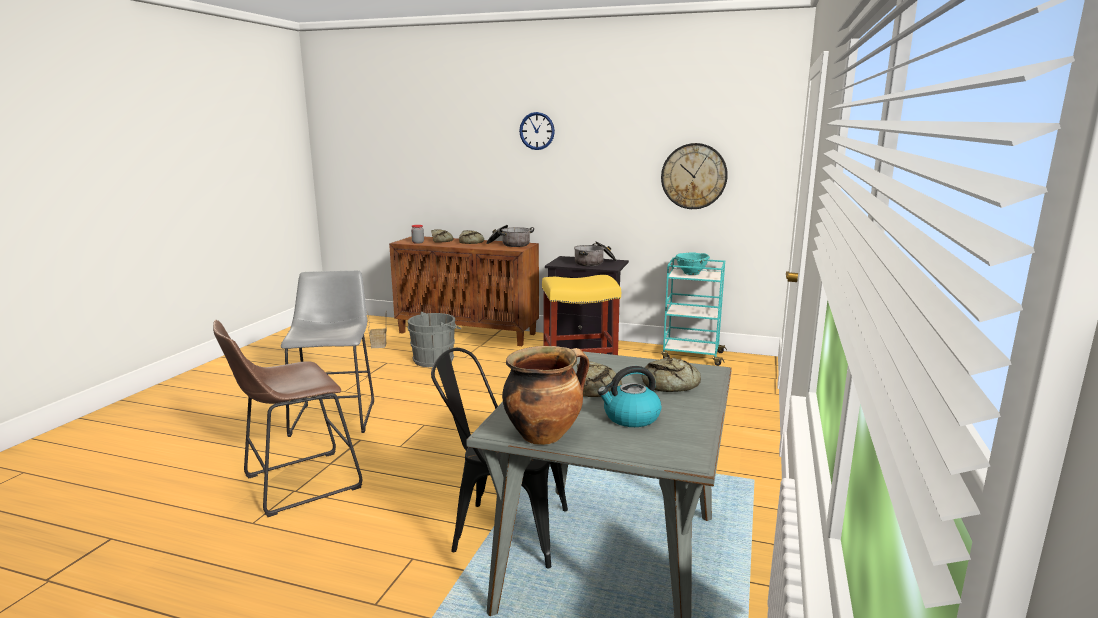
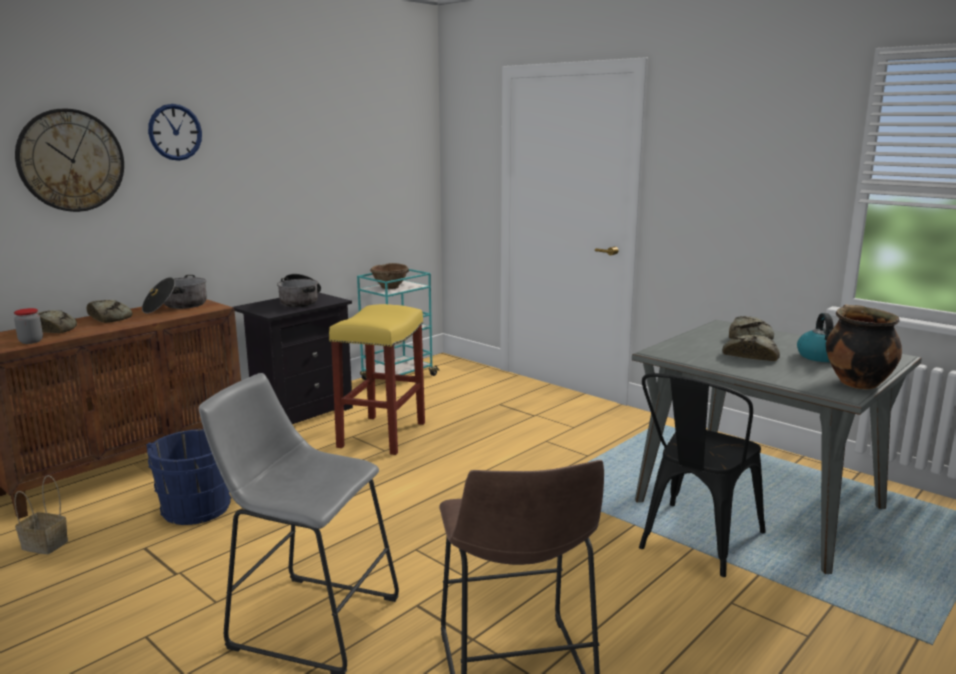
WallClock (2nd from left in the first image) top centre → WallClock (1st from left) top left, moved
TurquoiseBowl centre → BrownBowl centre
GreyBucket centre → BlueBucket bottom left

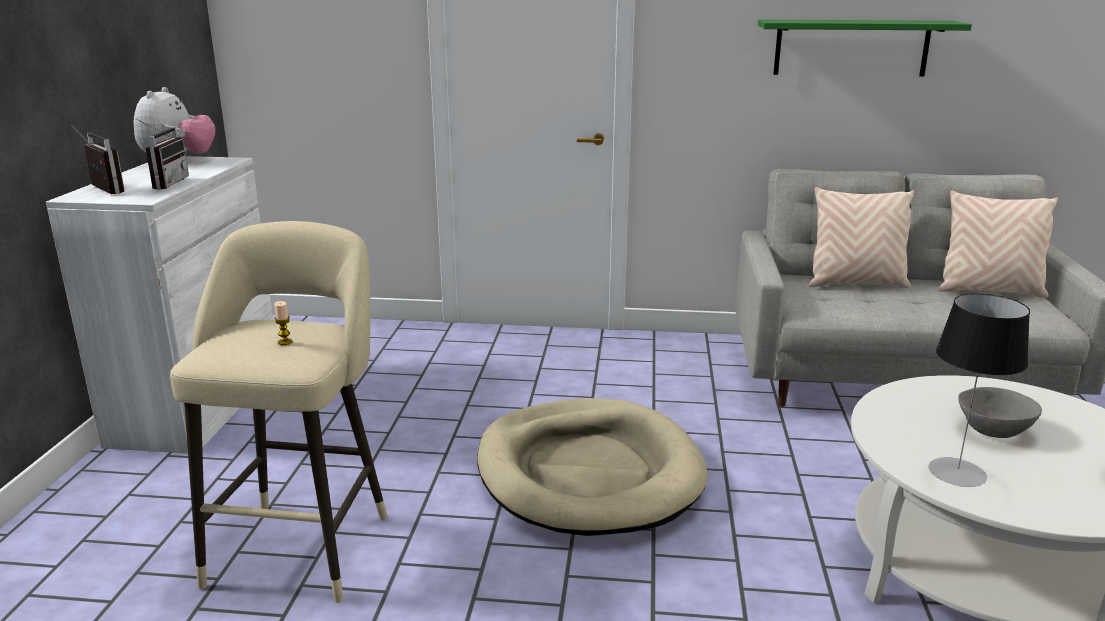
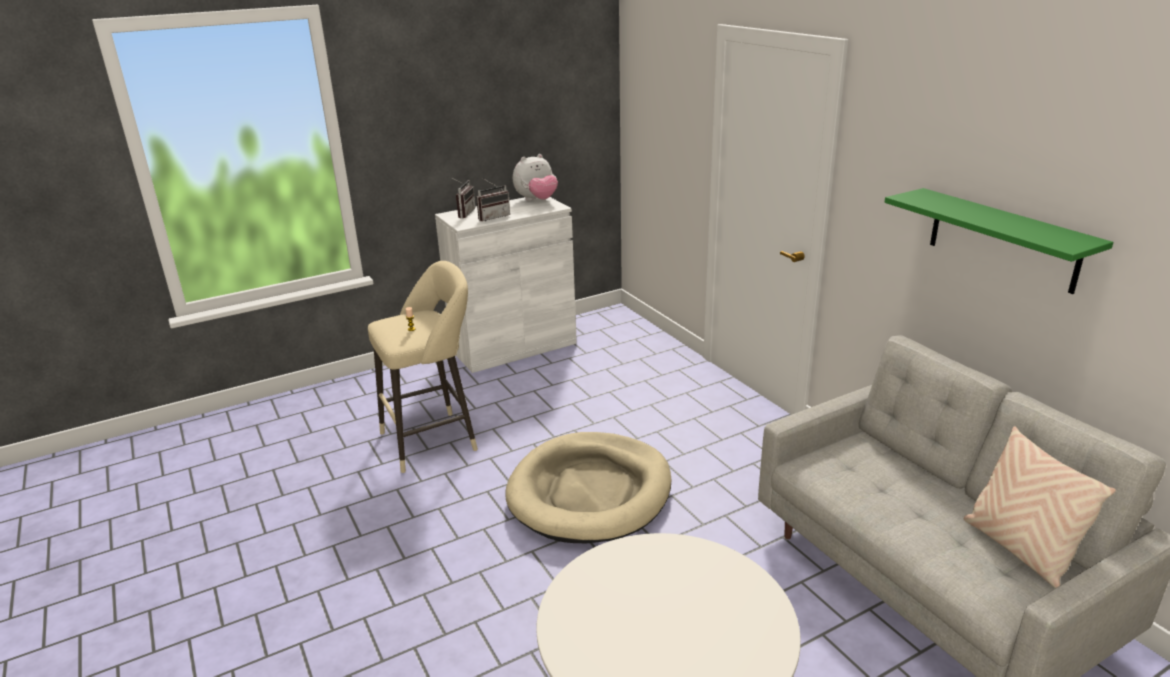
BeigePillow (1st from left) middle right → -
TableLamp middle right → -
GreyBowl middle right → -

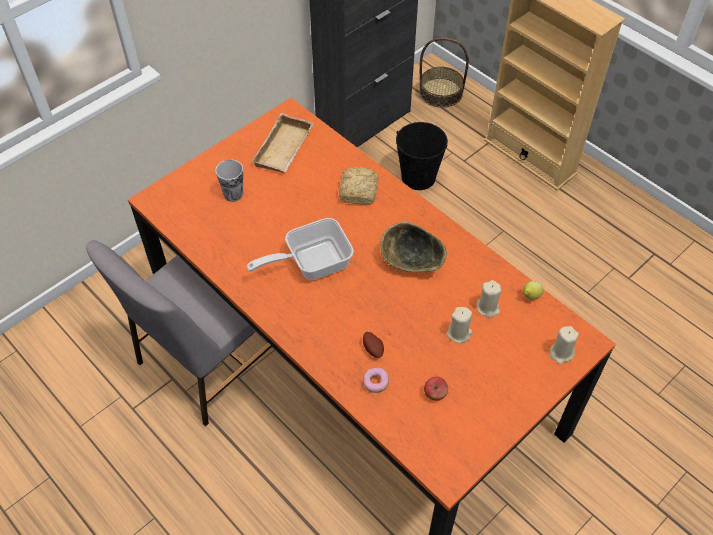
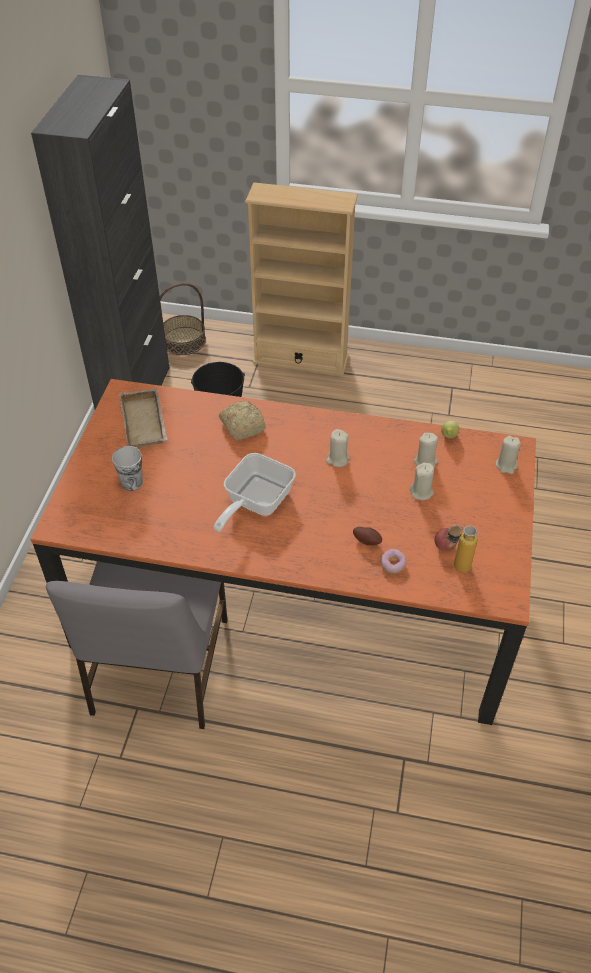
Bowl centre → BeigeCandle (1st from left) centre
- → Bottle middle right

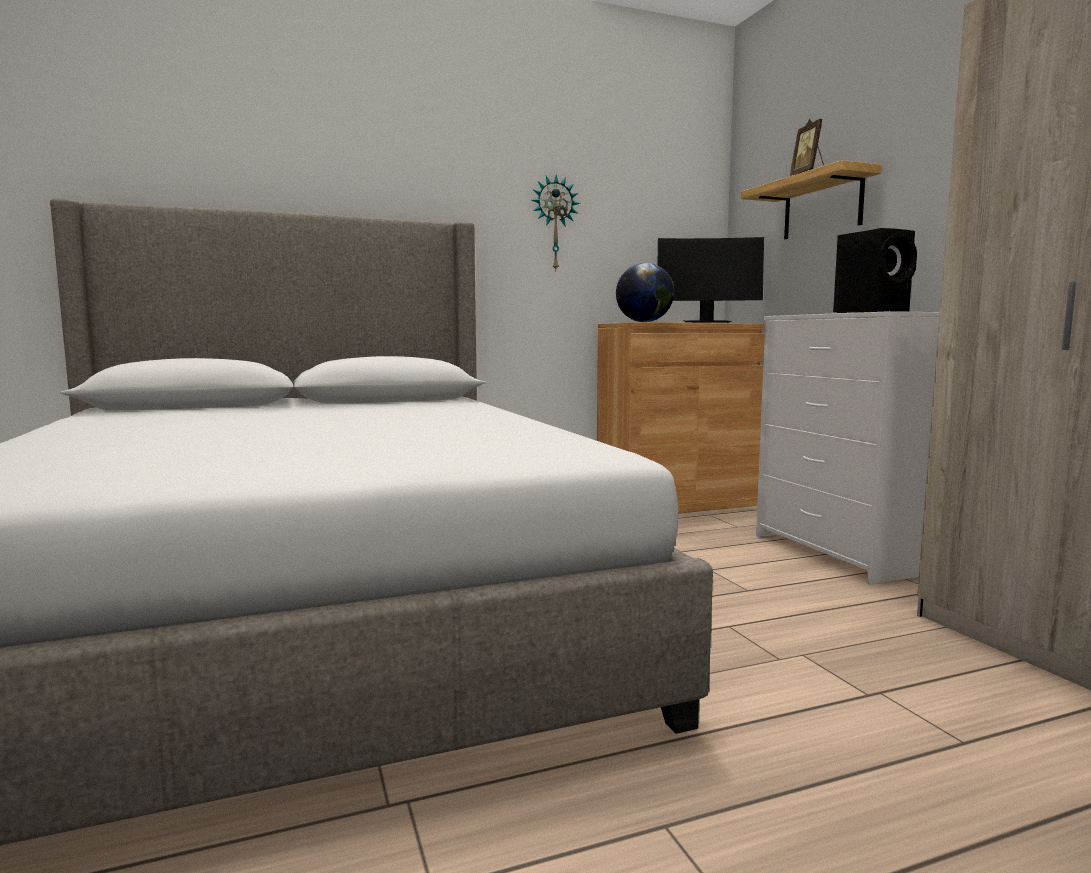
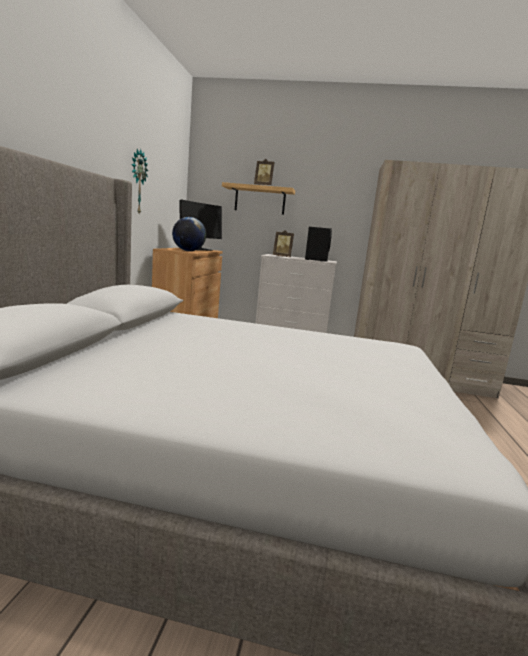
- → PictureFrame (2nd from left) centre

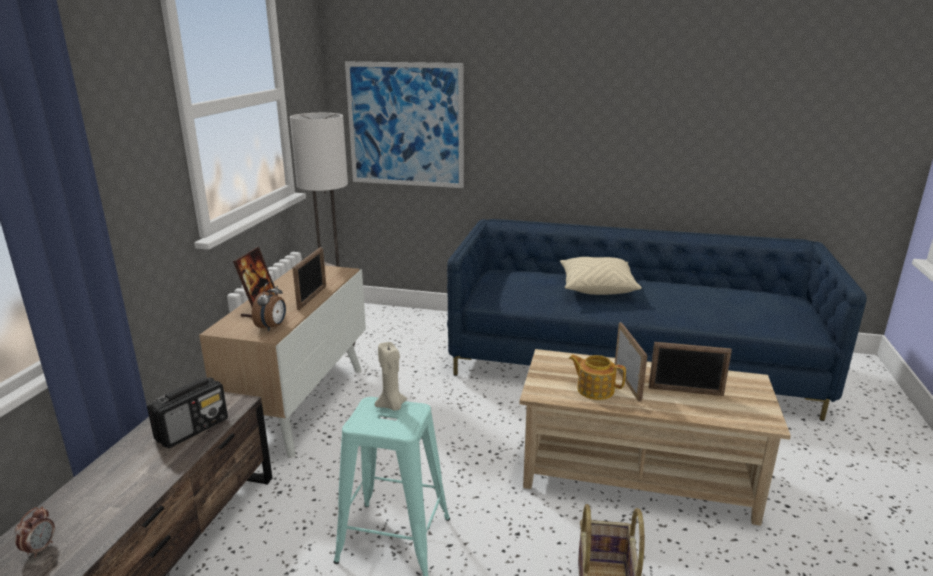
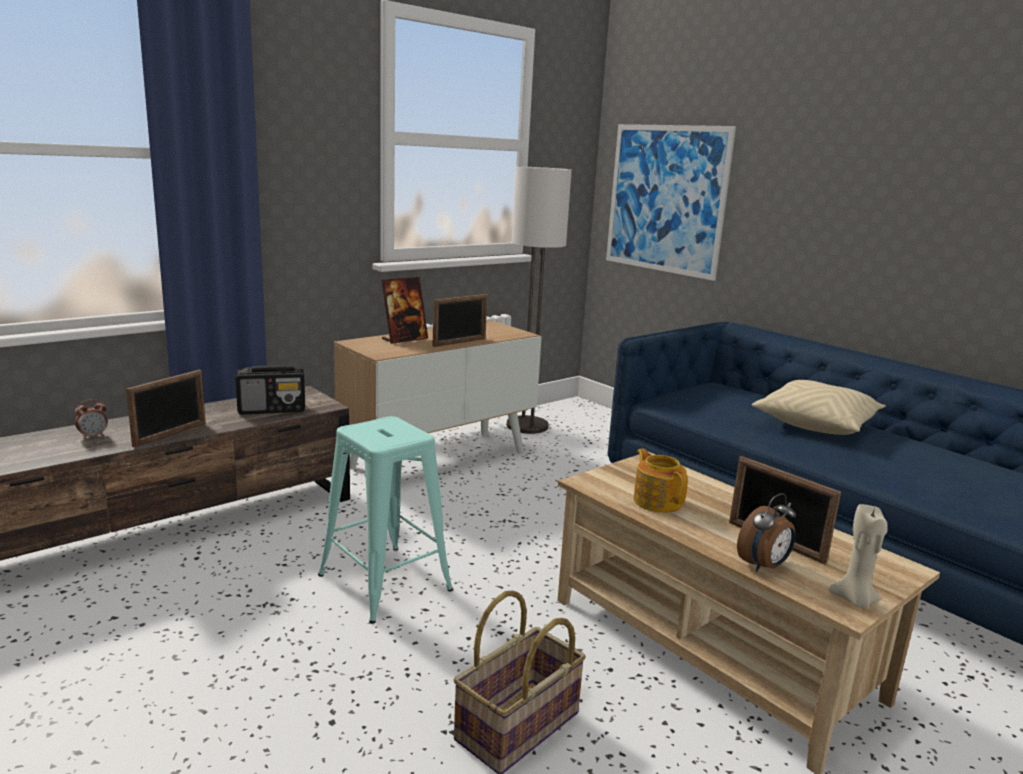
AlarmClock (2nd from left) middle left → AlarmClock (2nd from left) bottom right, moved
PictureFrame (3rd from left in the first image) middle right → PictureFrame (1st from left) middle left, moved
BeigeCandle centre → BeigeCandle bottom right, moved

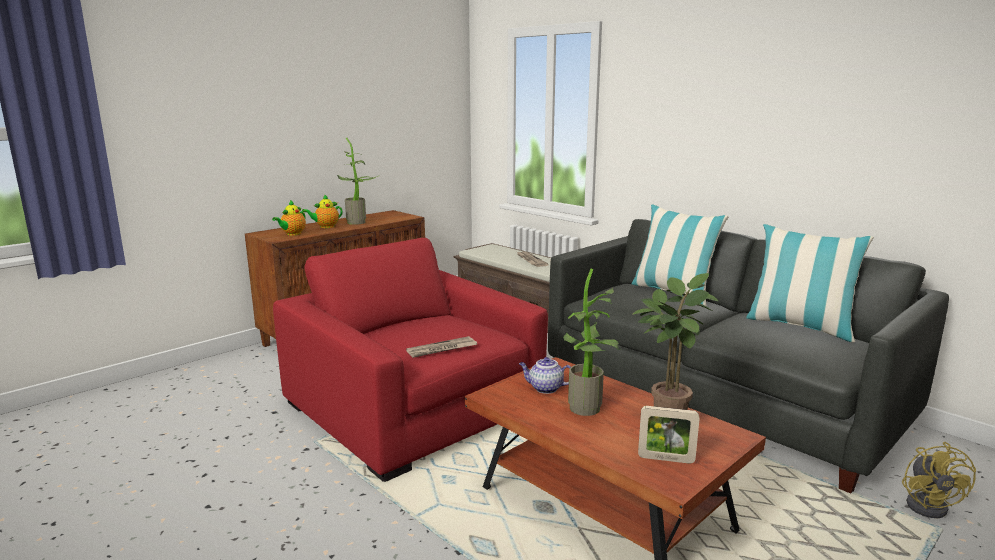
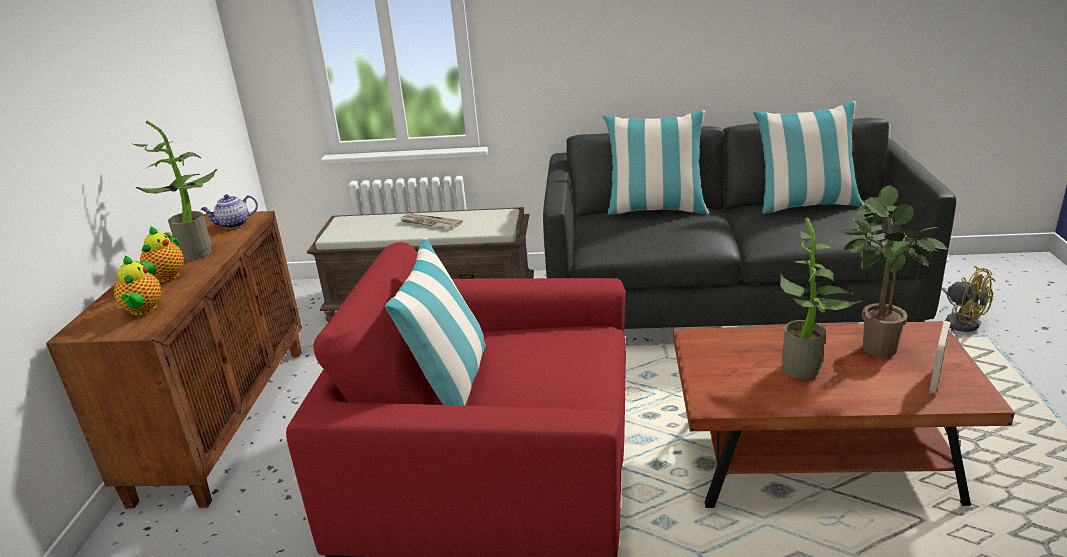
Newspaper (1st from left) centre → -
Teapot (3rd from left) bottom centre → Teapot (3rd from left) middle left, moved
PictureFrame bottom right → PictureFrame middle right, 150 degrees clockwise
- → Pillow (1st from left) centre

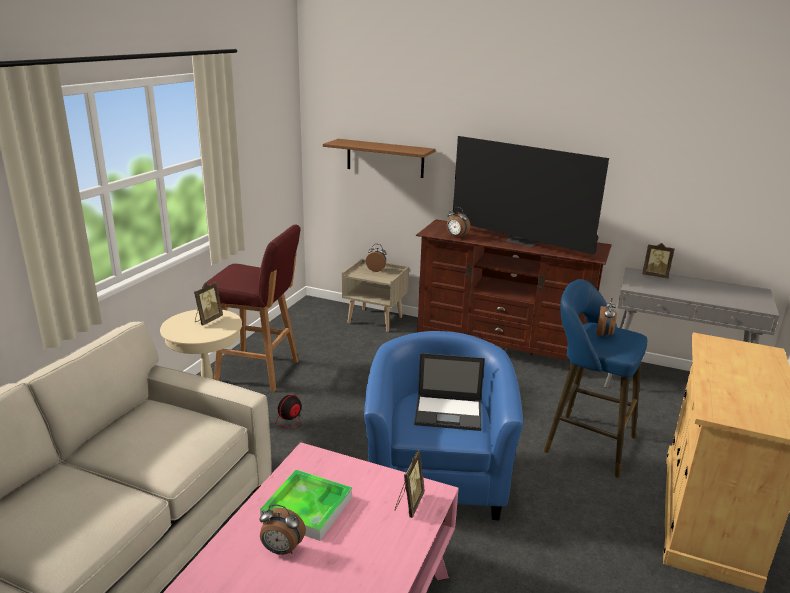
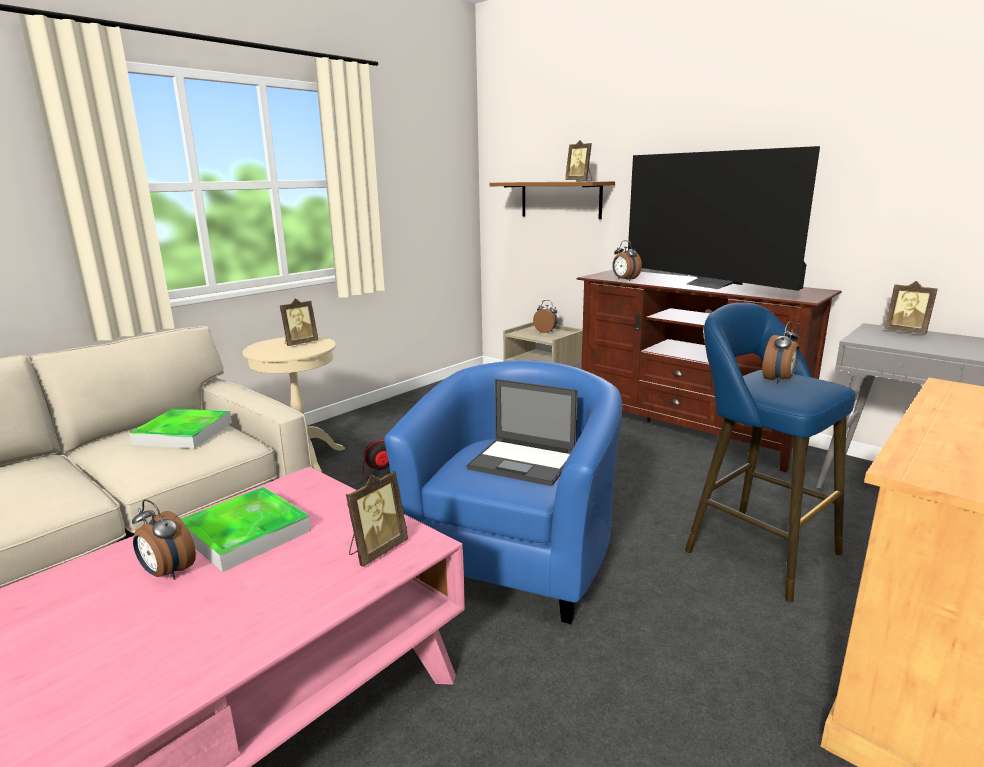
RedStool middle left → -
- → PictureFrame (3rd from left) top centre
- → Tray (1st from left) middle left

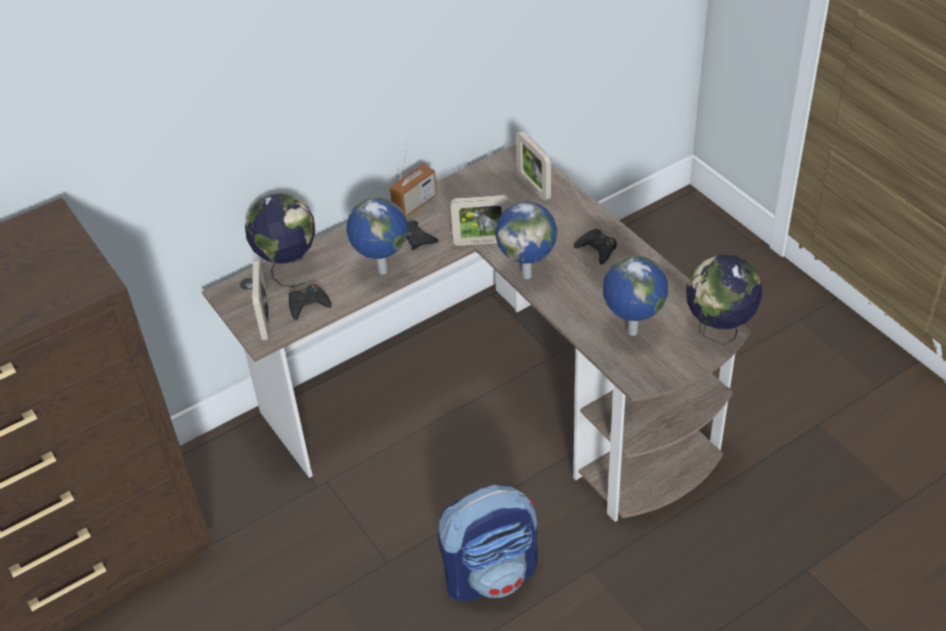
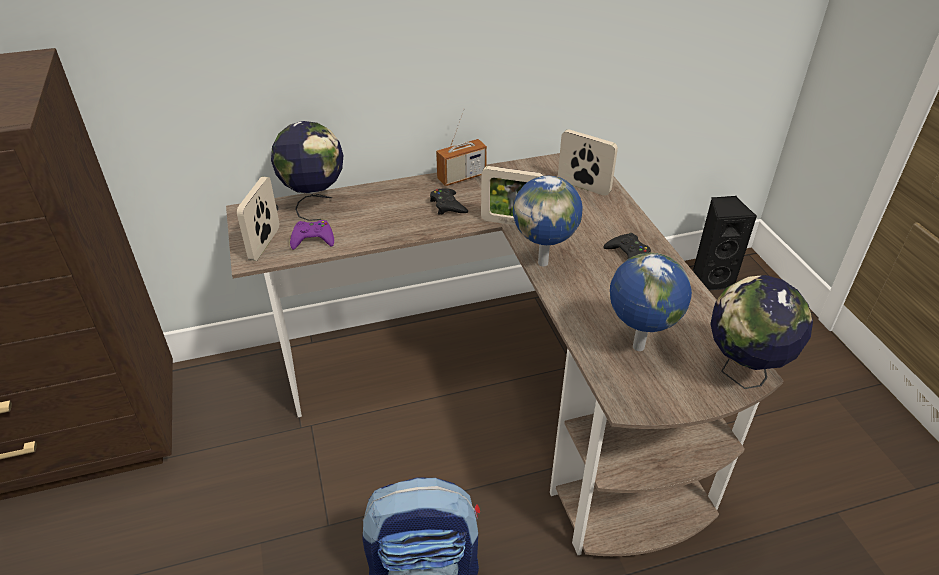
PictureFrame (3rd from left) top centre, 135 degrees clockwise
Globe (2nd from left) centre → -
BlackGameController (1st from left) middle left → PurpleGameController middle left
- → BlackSpeaker middle right

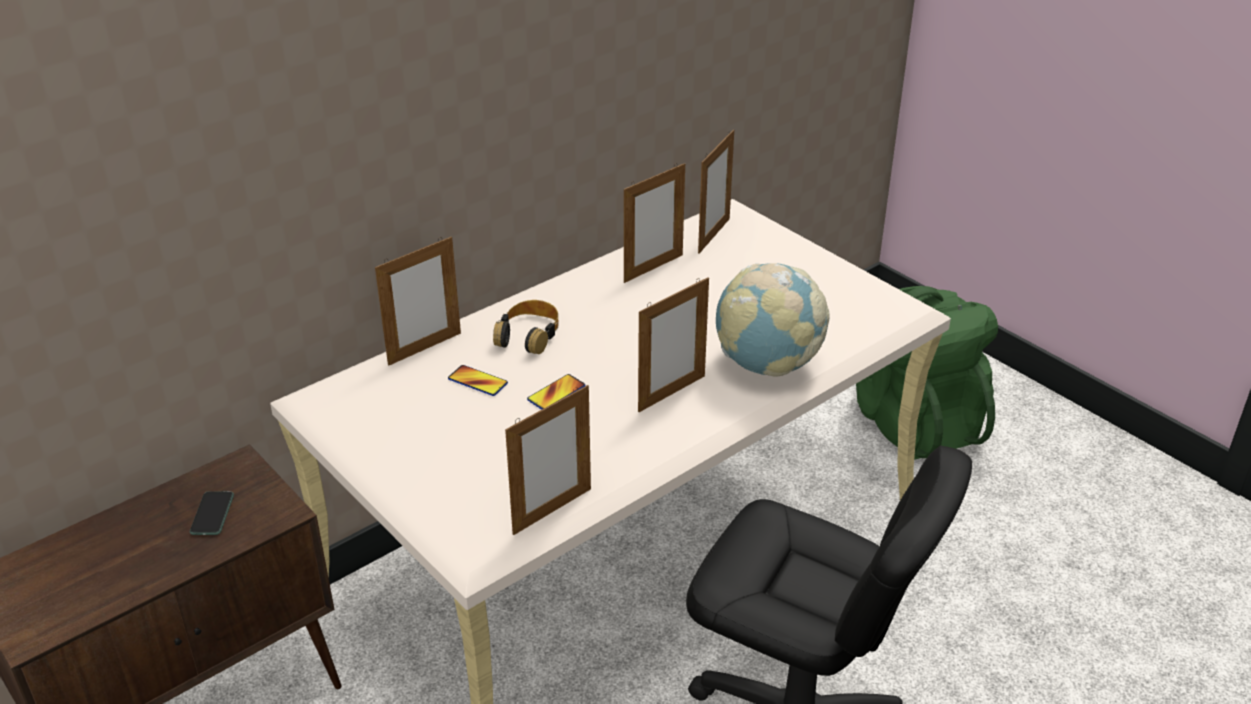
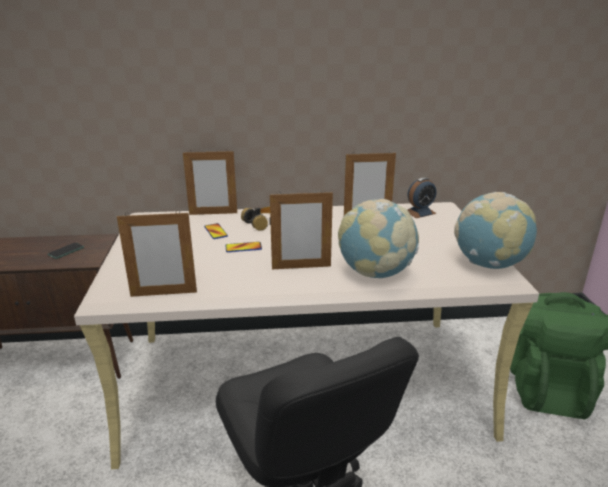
PictureFrame (5th from left) top centre → AlarmClock middle right
- → Globe (2nd from left) middle right

